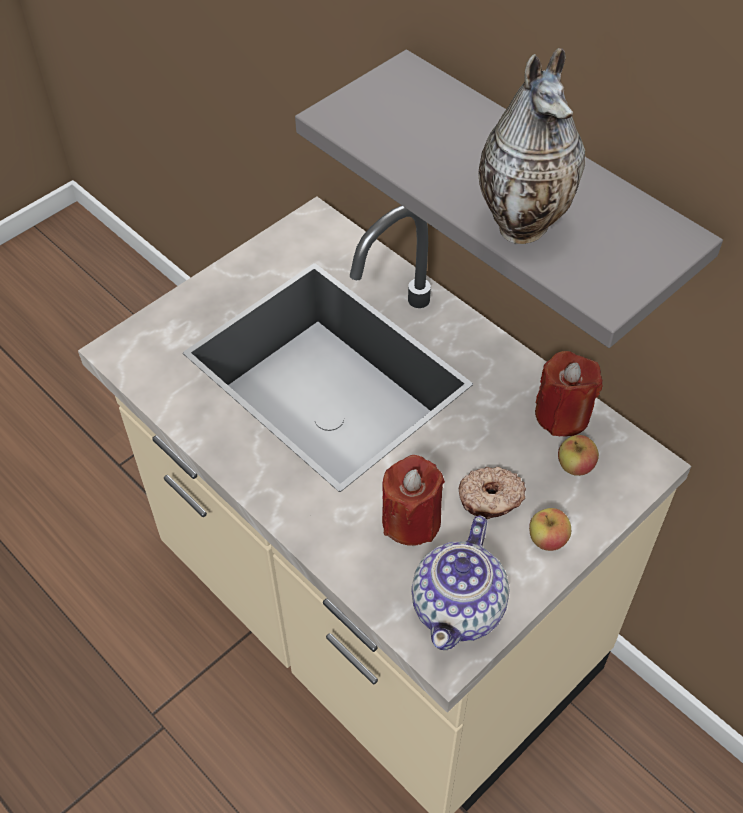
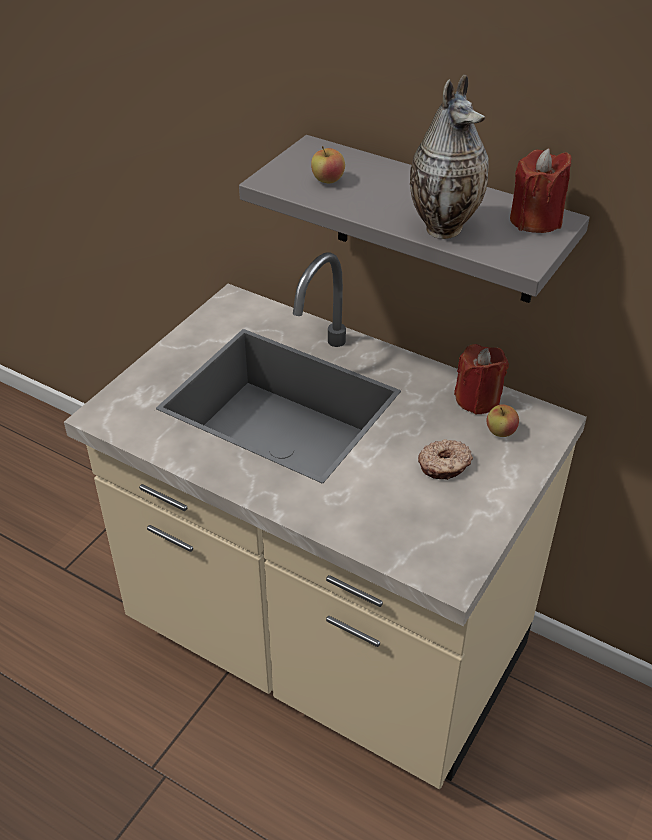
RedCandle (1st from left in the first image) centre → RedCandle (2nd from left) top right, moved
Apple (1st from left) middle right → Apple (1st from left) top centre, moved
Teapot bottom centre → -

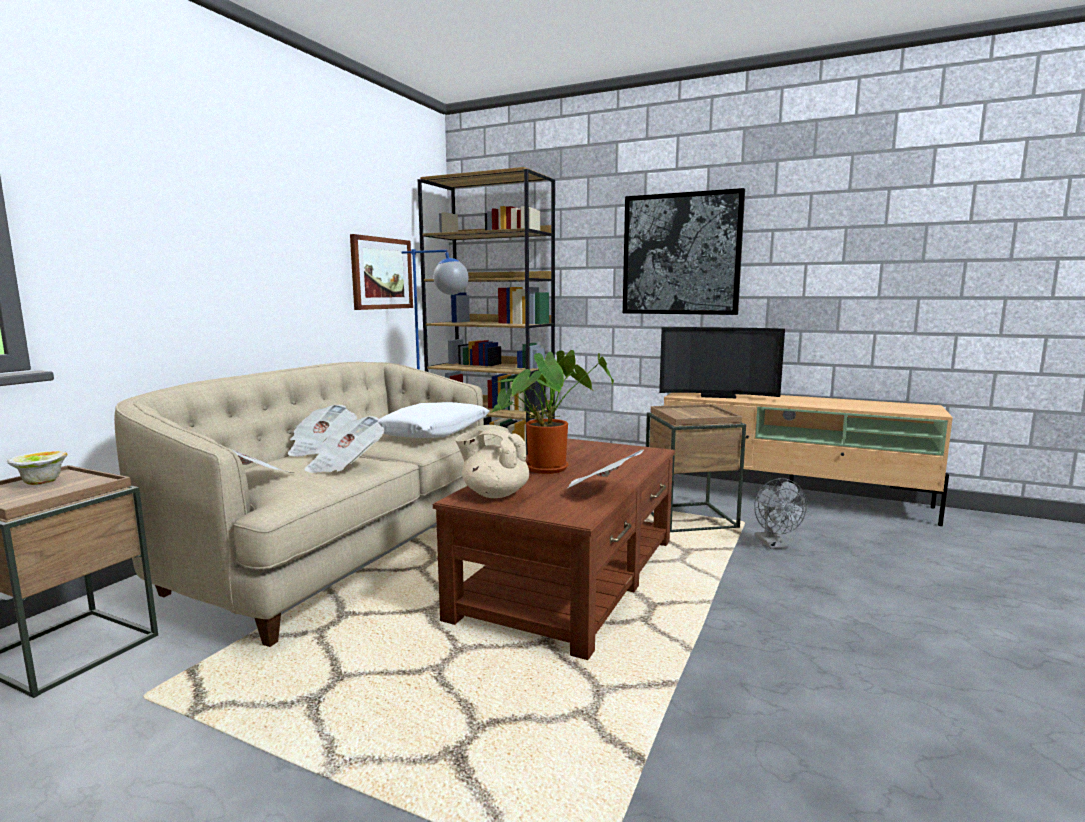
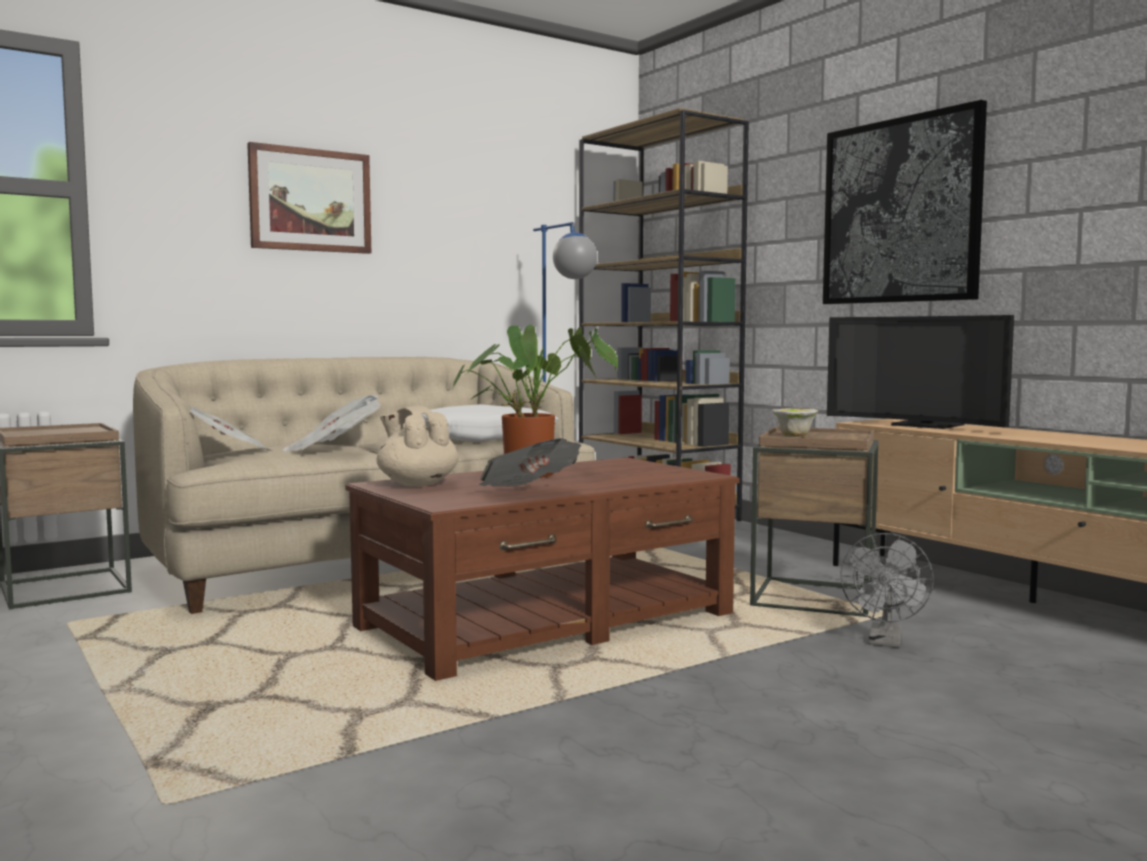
Picture (1st from left) top centre → Picture (1st from left) top left, moved
Bowl middle left → Bowl middle right, moved

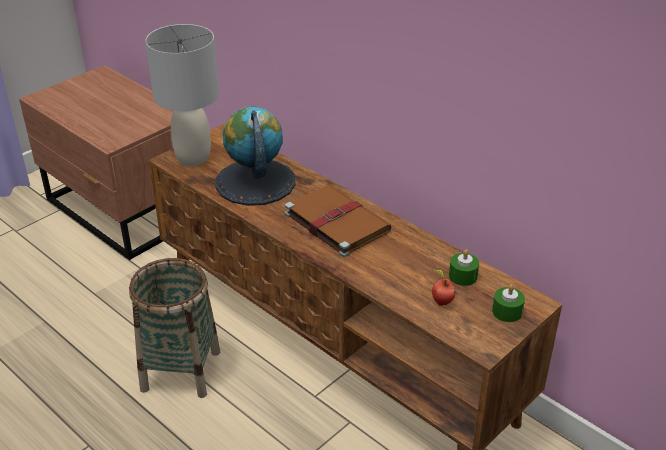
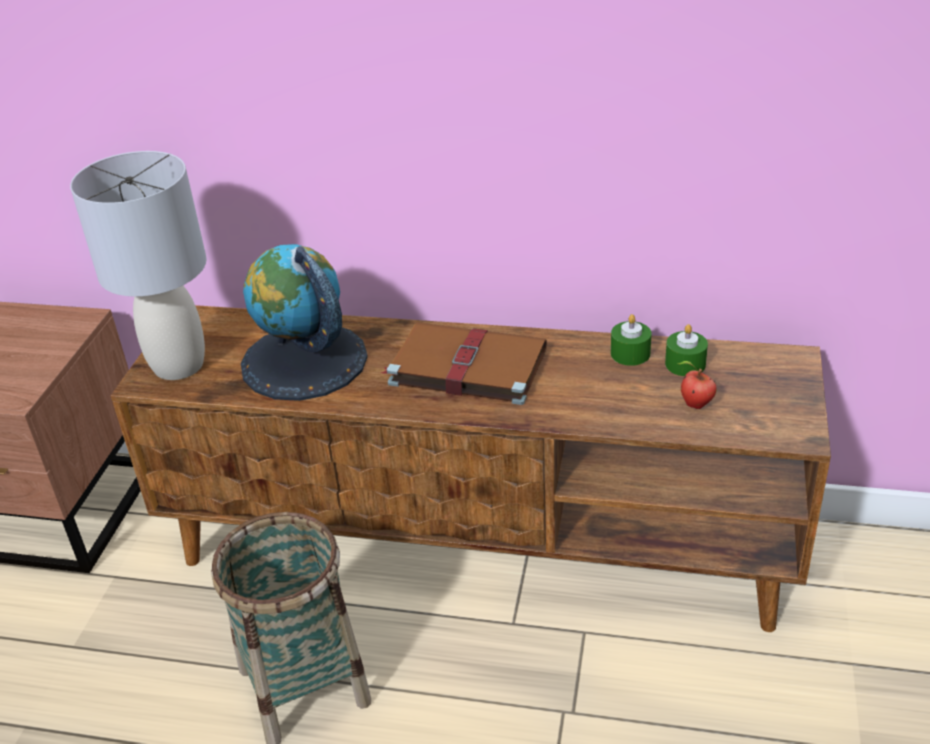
GreenCandle (2nd from left in the first image) bottom right → GreenCandle (1st from left) middle right, moved

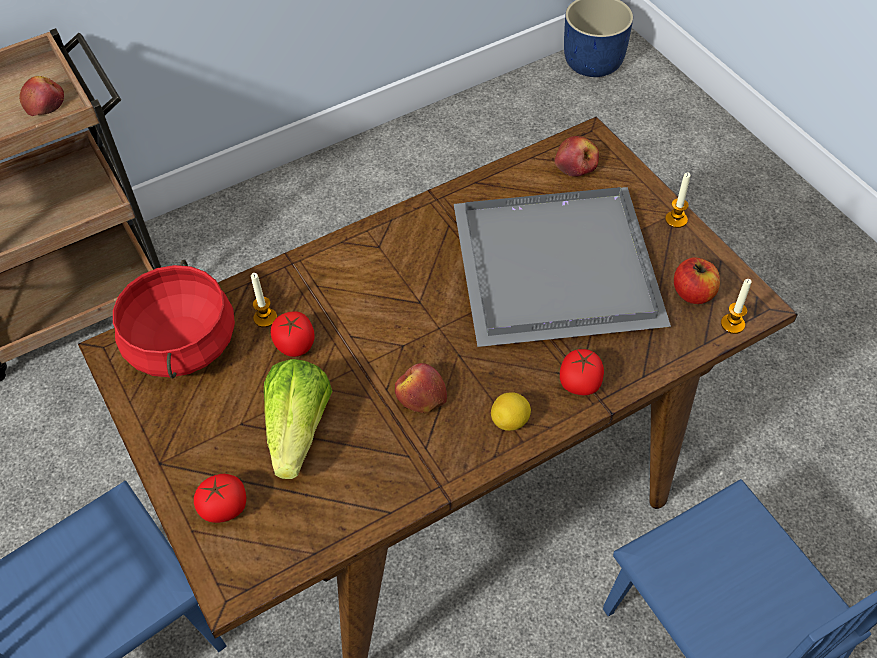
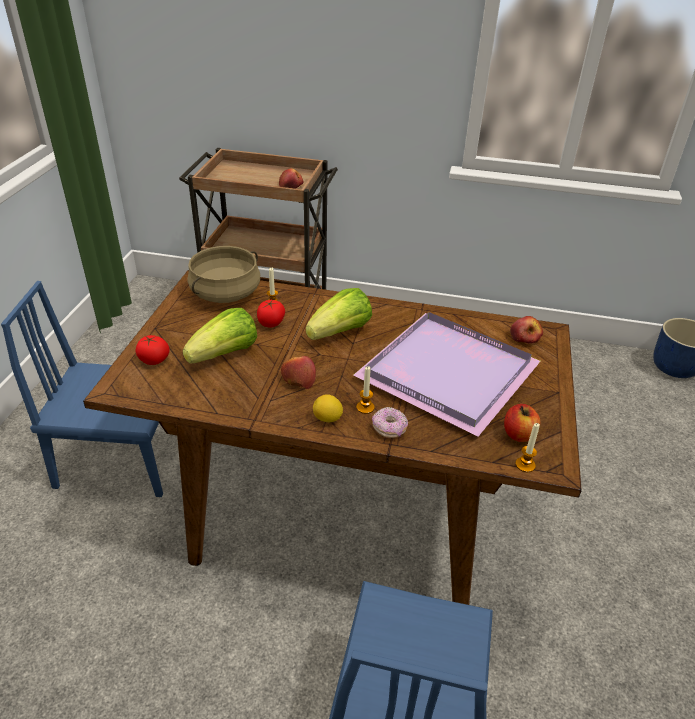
Candle (2nd from left) top right → Candle (2nd from left) centre, moved
GreyTray centre → PurpleTray centre
RedCookingPot middle left → BeigeCookingPot middle left
Tomato (3rd from left) centre → Donut centre
- → Lettuce (2nd from left) centre

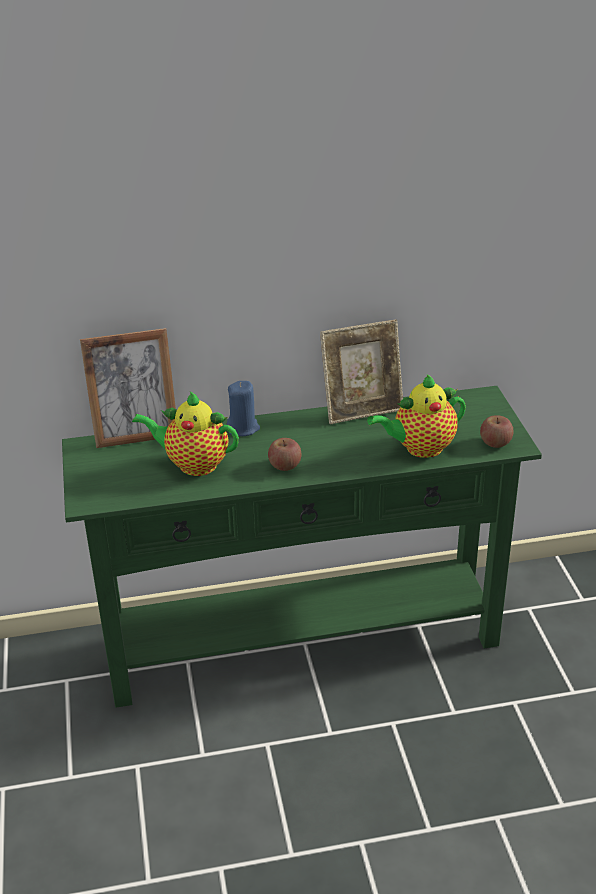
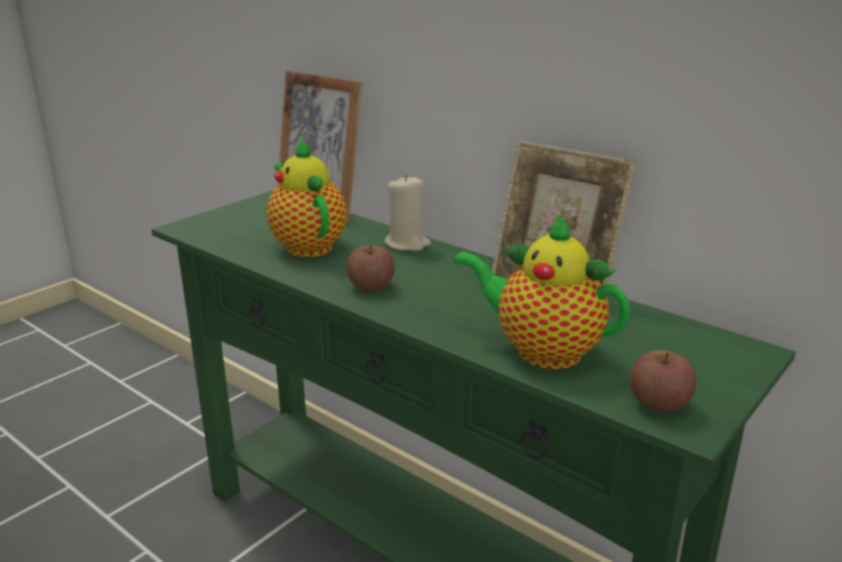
BlueCandle centre → BeigeCandle centre

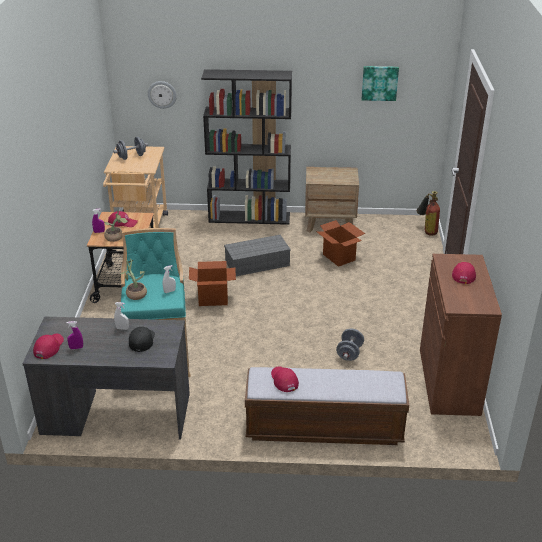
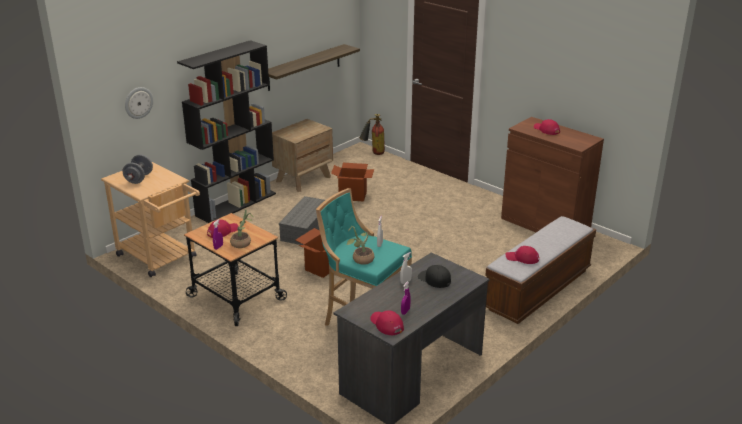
Picture top right → -
GreyDumbbell (2nd from left) centre → -
- → Shelf top centre

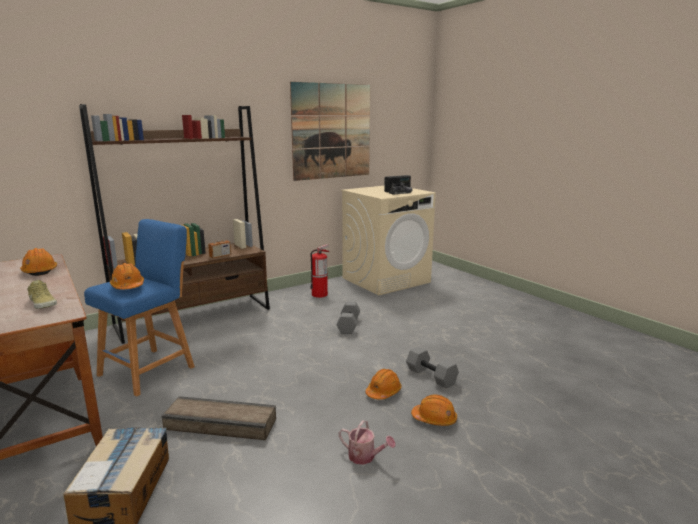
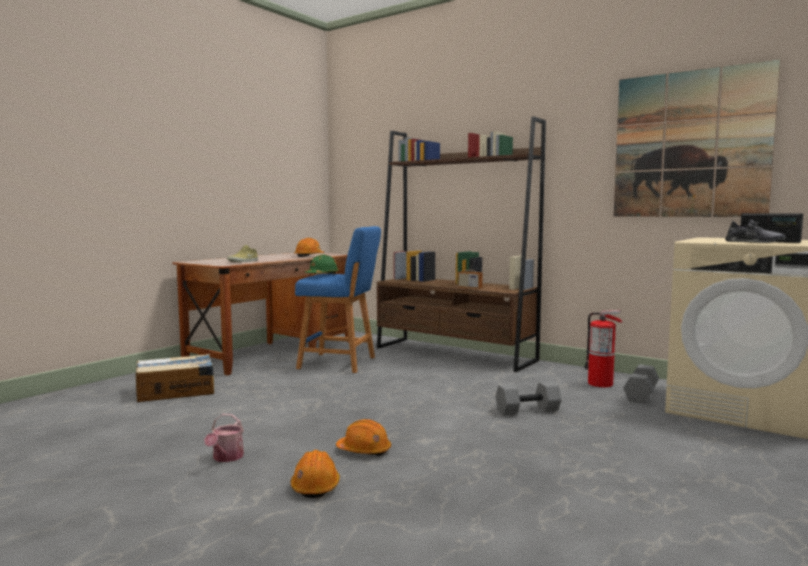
OrangeHardHat (2nd from left) middle left → GreenHardHat centre
GreyDumbbell (2nd from left) bottom centre → GreyDumbbell (2nd from left) bottom right, moved
Crate bottom left → -

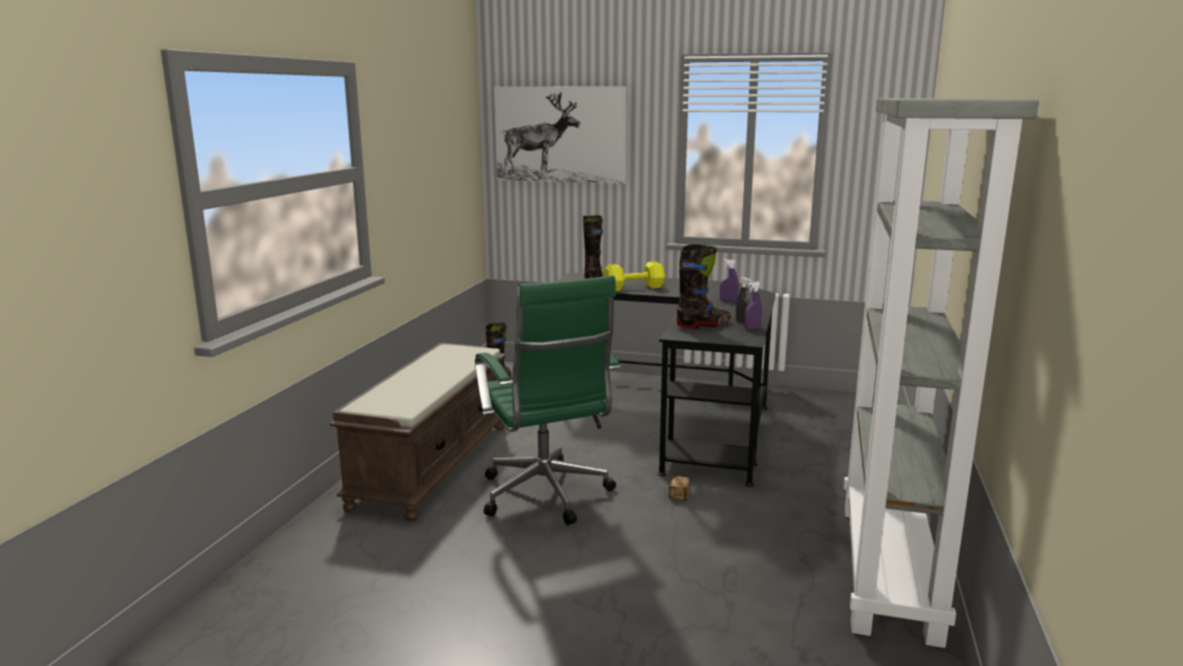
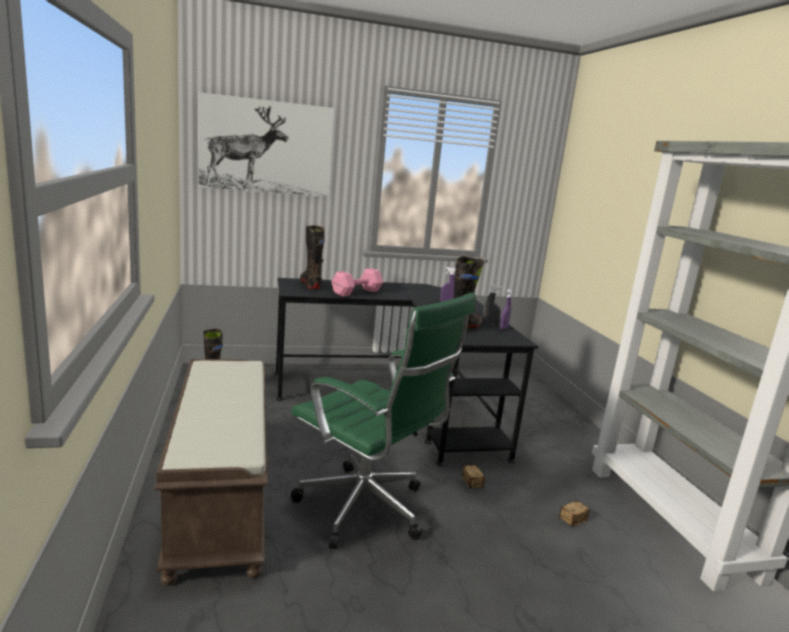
YellowDumbbell centre → PinkDumbbell centre
- → StorageBox (2nd from left) bottom right

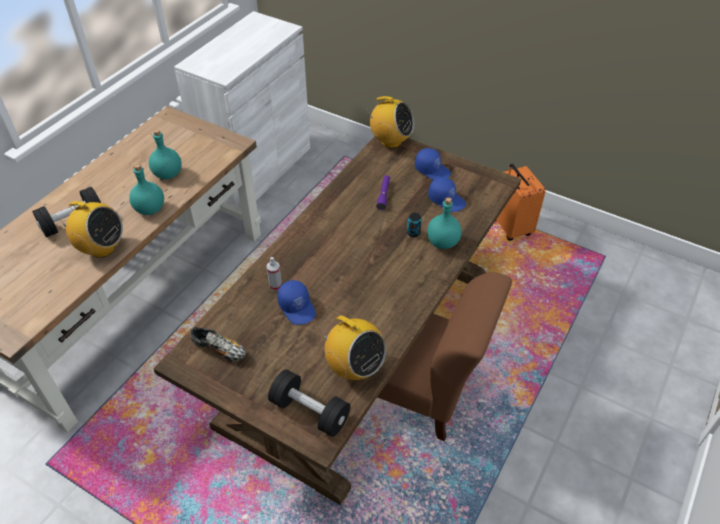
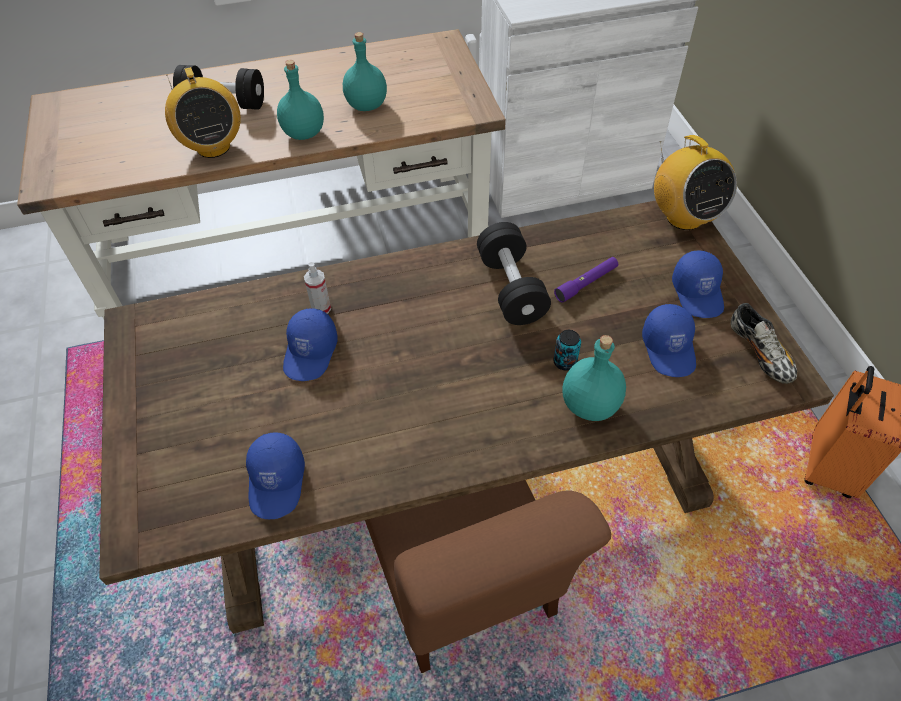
Radio (2nd from left) centre → BlueCap (1st from left) bottom left
Shoe middle left → Shoe middle right, moved
BlackDumbbell (2nd from left) bottom centre → BlackDumbbell (2nd from left) centre, moved

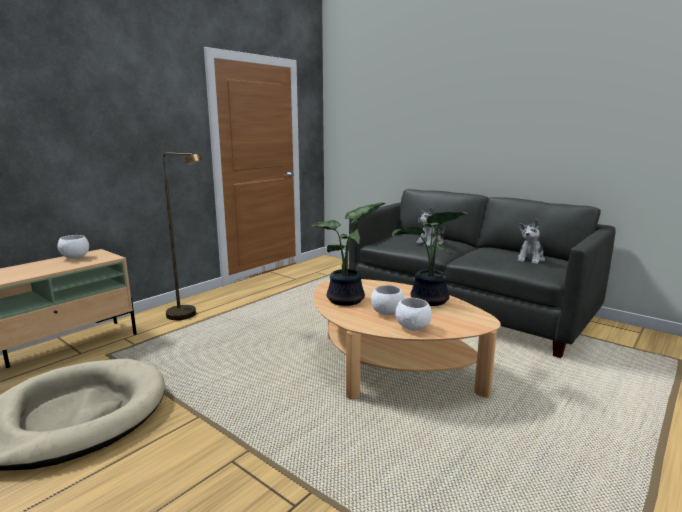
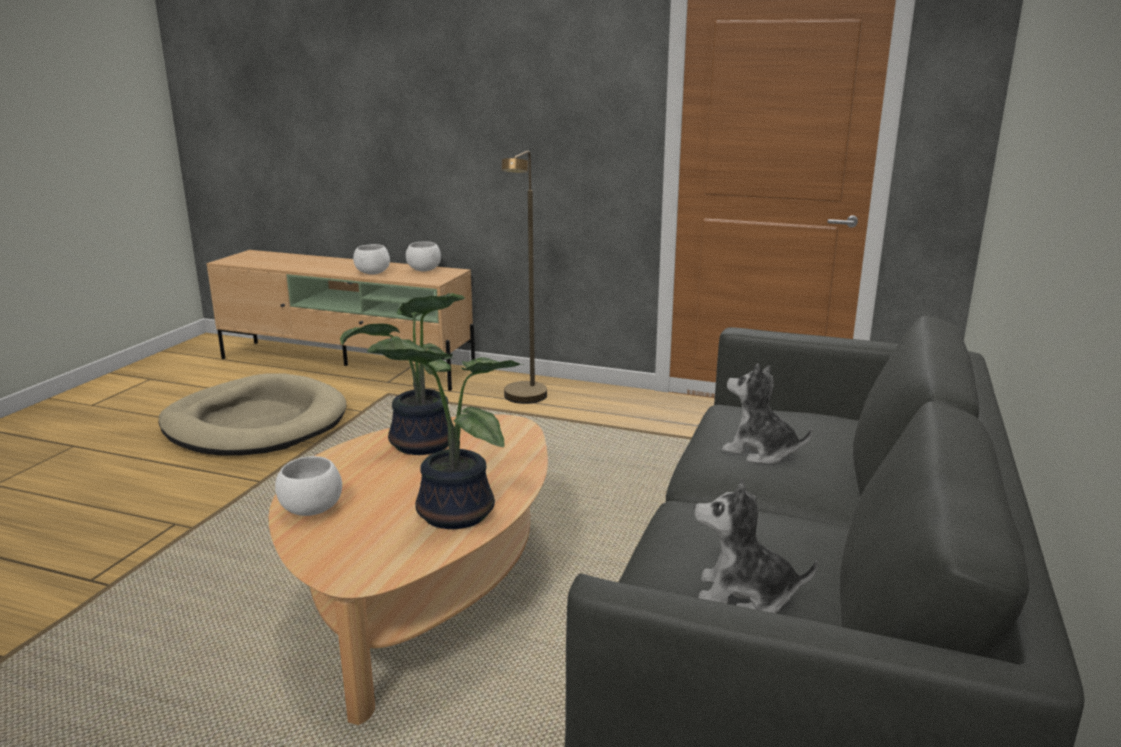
WhiteBowl (2nd from left) centre → WhiteBowl (2nd from left) middle left, moved

